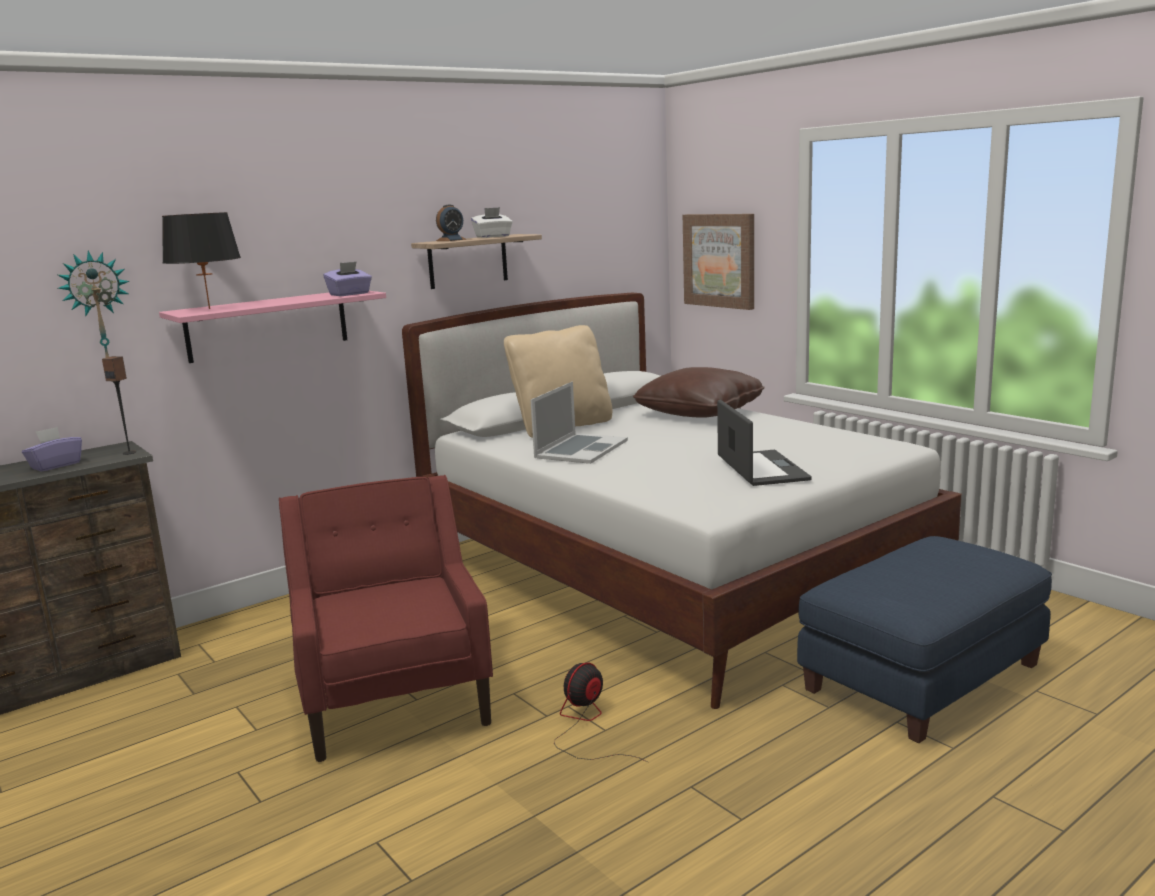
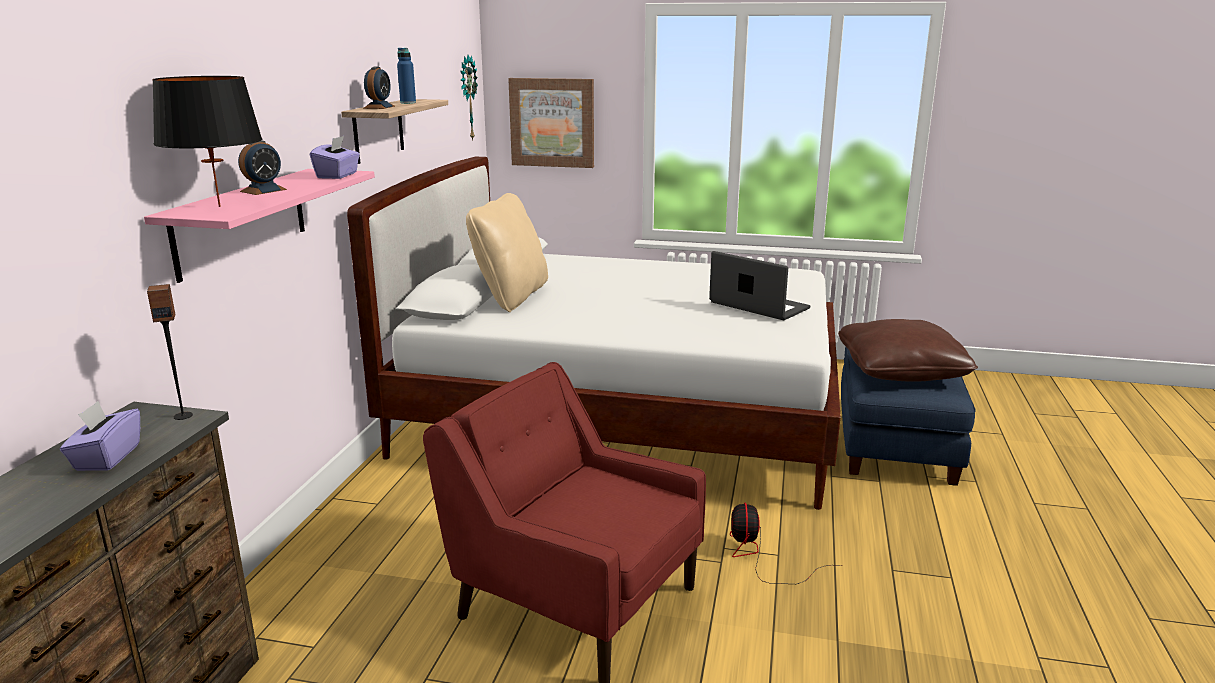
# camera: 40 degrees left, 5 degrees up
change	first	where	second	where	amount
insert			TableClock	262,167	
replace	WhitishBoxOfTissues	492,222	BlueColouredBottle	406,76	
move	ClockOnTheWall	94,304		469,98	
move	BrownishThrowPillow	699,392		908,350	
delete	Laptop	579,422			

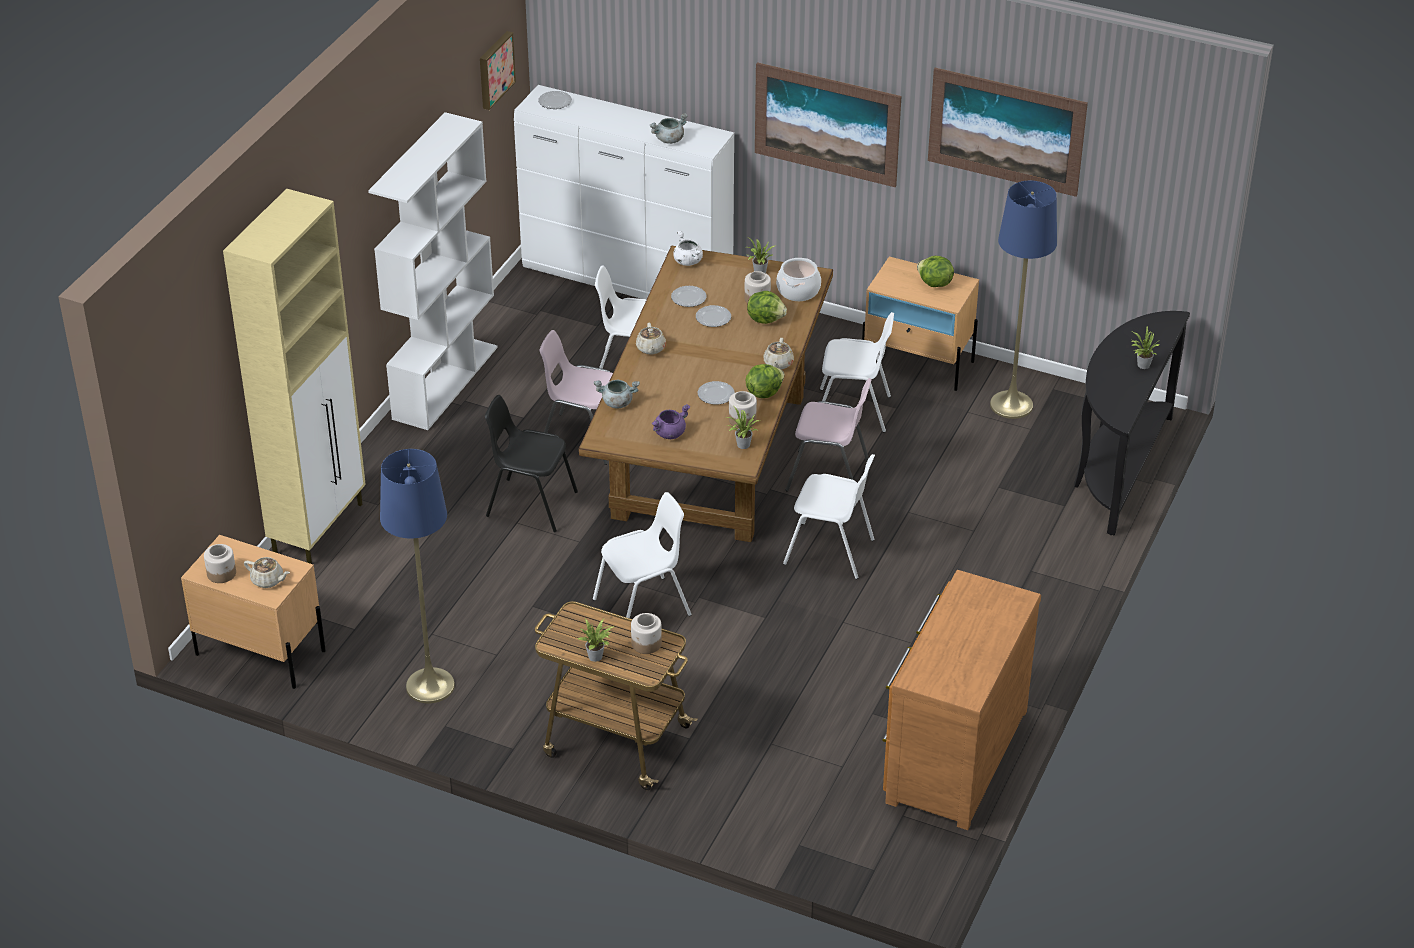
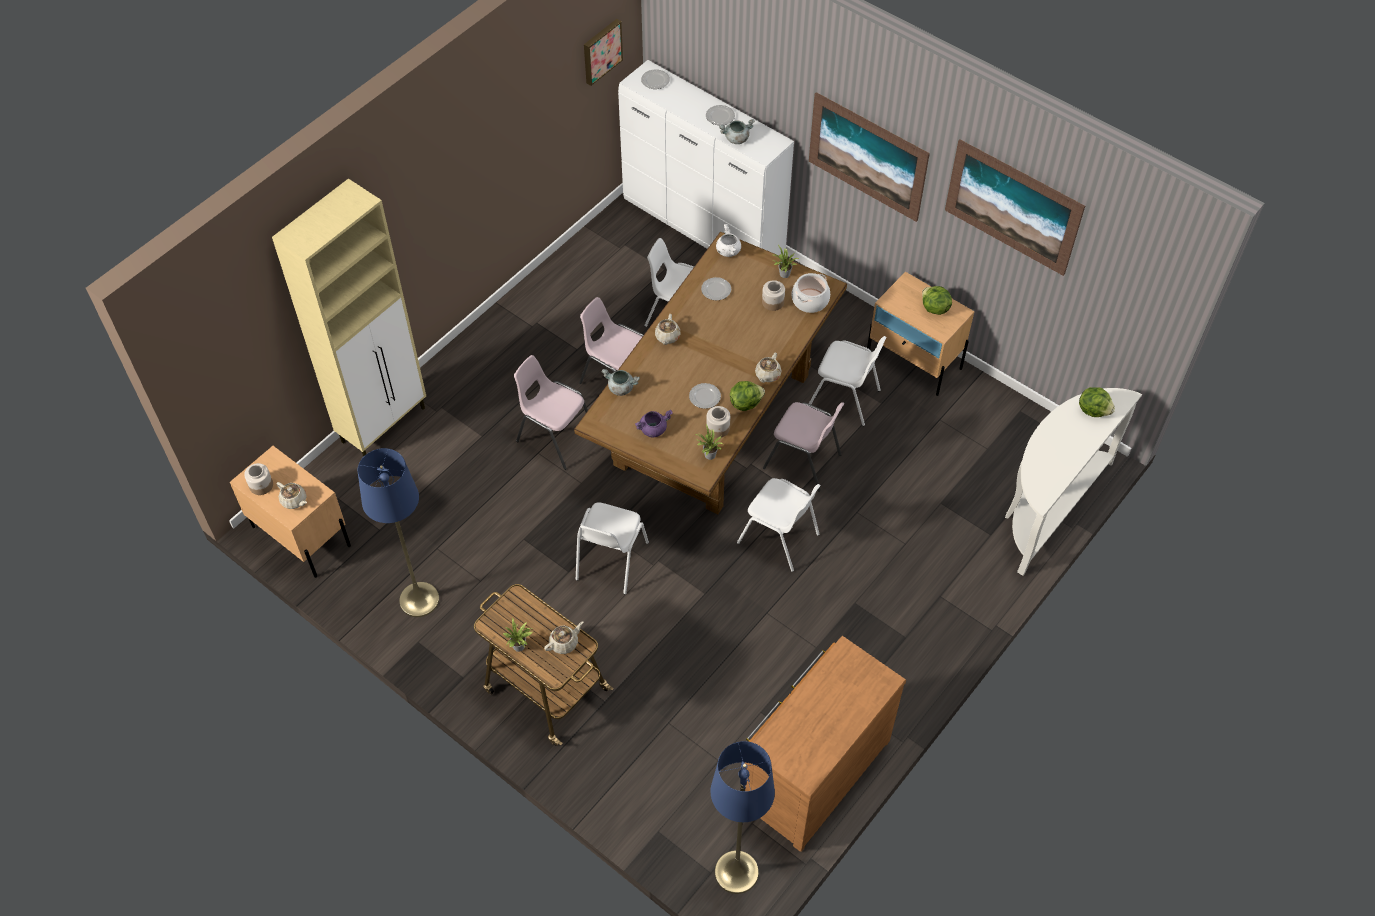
# camera: 15 degrees right, 15 degrees up
change	first	where	second	where	amount
recolor	BlackUprightChair	531,464	PinkishUprightChair	551,412	
replace	PreserveJar	646,633	BeigeColouredTeapot	563,637	
rotate	WhitishUprightChair	642,555		612,548	120 degrees clockwise
move	Plate	713,316		720,115	
move	BlueColouredStandingLamp	1023,300		743,817	
recolor	BlackConsoleTable	1132,423	WhitishConsoleTable	1073,482	
move	Lettuce	767,307		1097,402	
delete	WhitishShelvingUnit	433,271			
delete	Houseplant	1146,348			

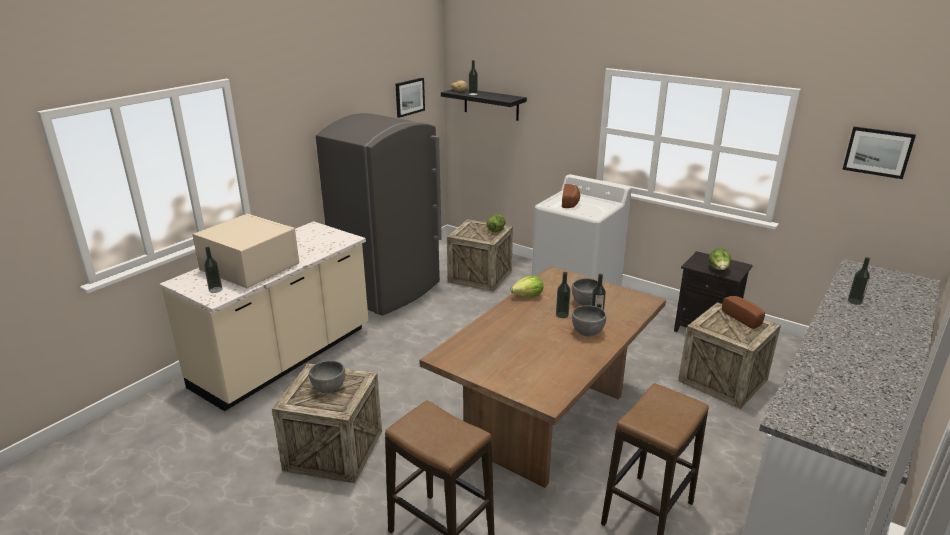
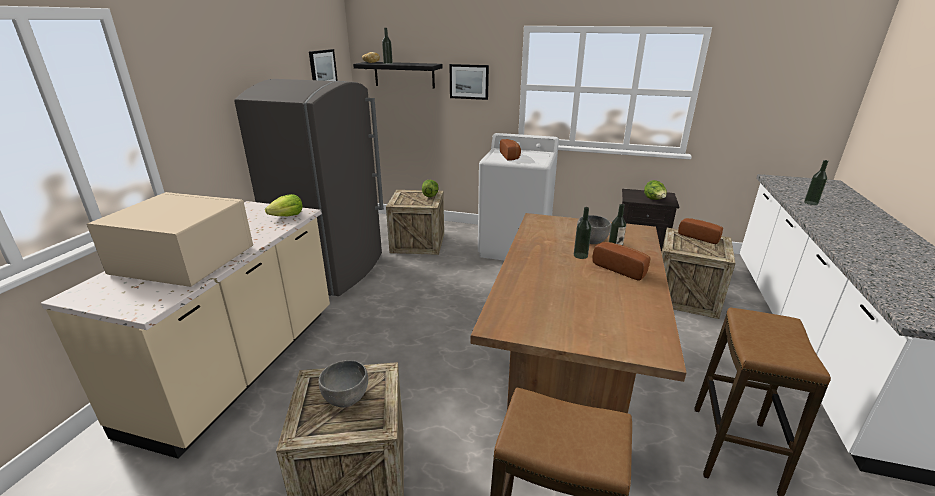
# camera: 20 degrees left, 0 degrees up
change	first	where	second	where	amount
move	Lettuce	527,286		284,205	
move	WallArt	879,153		469,82	
replace	GreyServingBowl	589,320	Bread	621,261	
delete	Bottle	213,269			

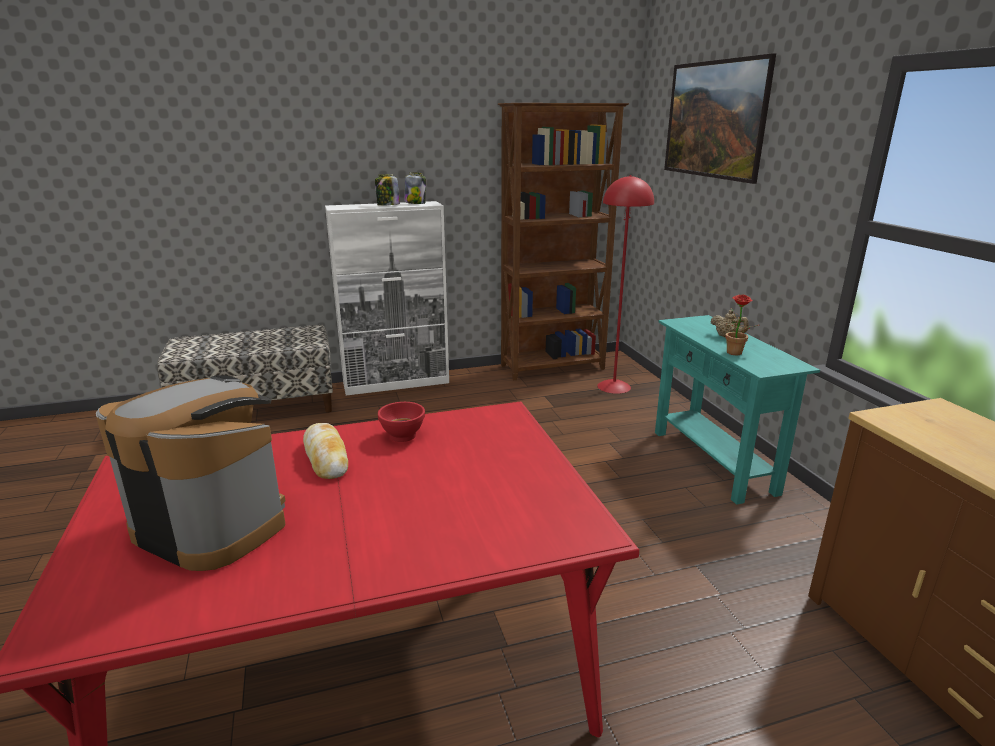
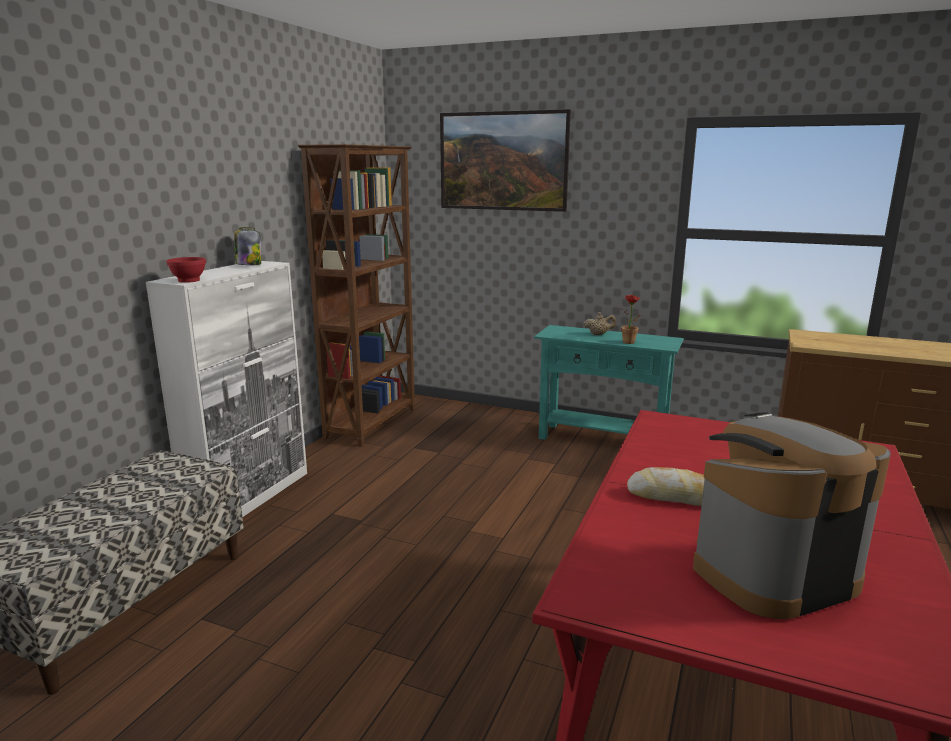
# camera: 50 degrees left, 5 degrees down
change	first	where	second	where	amount
move	ReddishServingBowl	401,422		186,270	
delete	PreserveJar	387,190			
delete	ReddishStandingLamp	625,284			

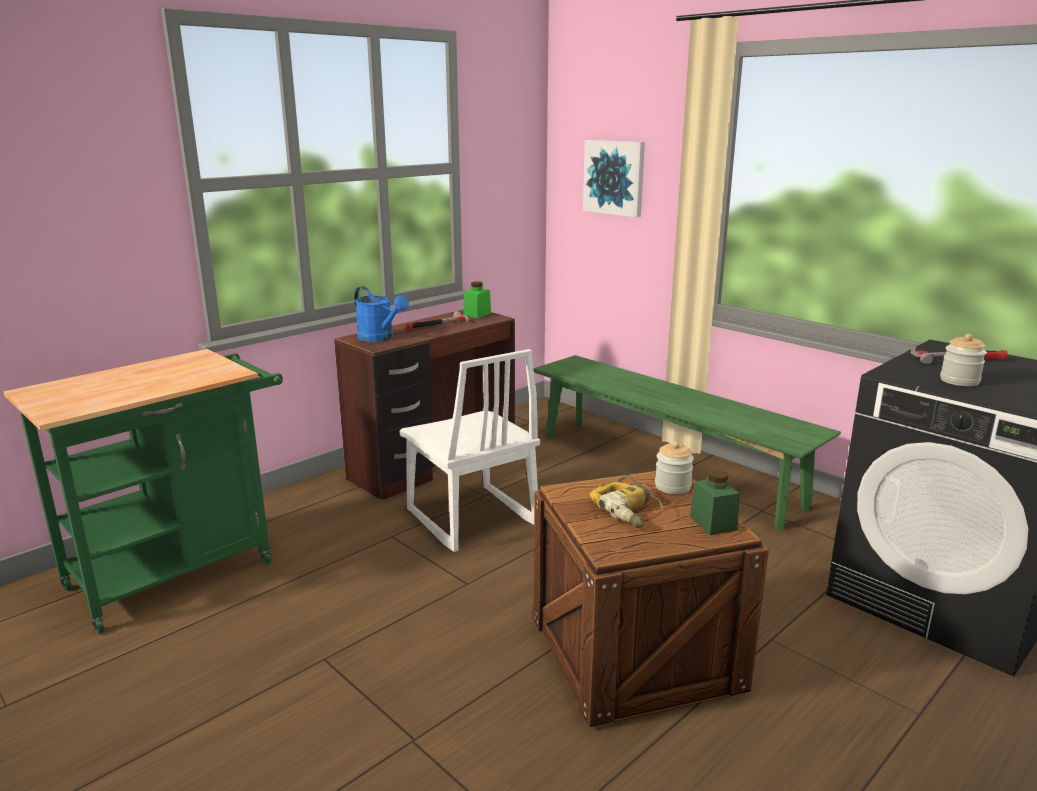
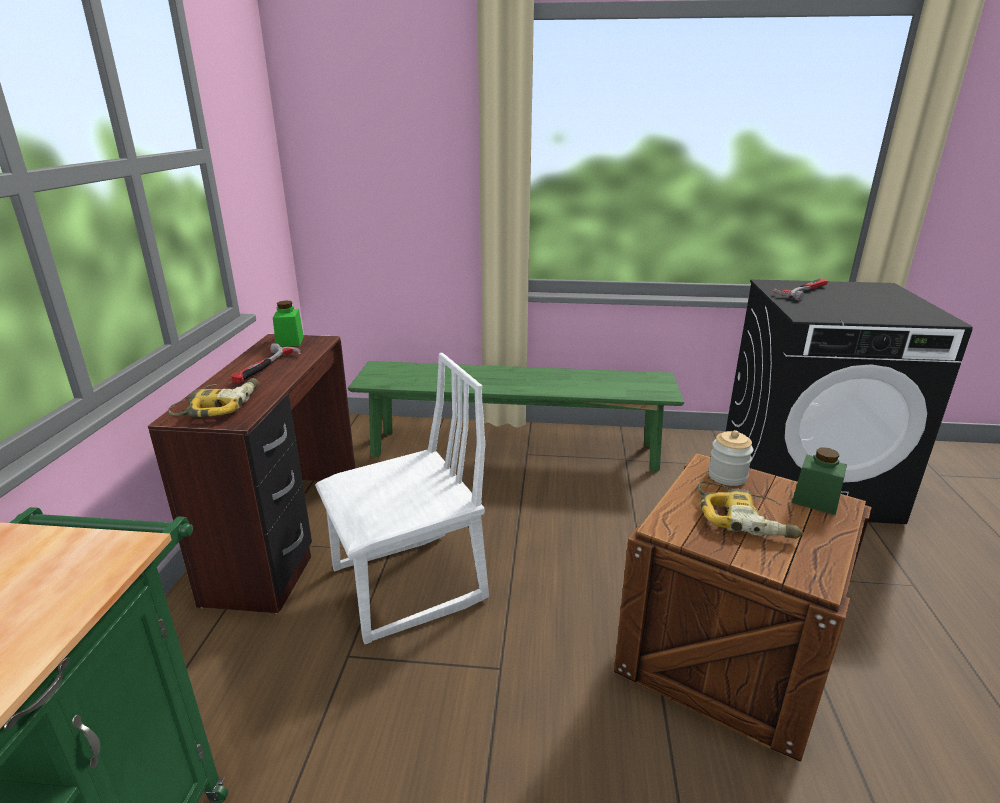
# camera: 40 degrees left, 5 degrees up
change	first	where	second	where	amount
replace	BlueColouredWateringCan	381,314	PowerDrill	213,397	
rotate	WhitishUprightChair	469,450		402,498	45 degrees counterclockwise
delete	WallArt	614,178			
delete	PreserveJar	963,360			

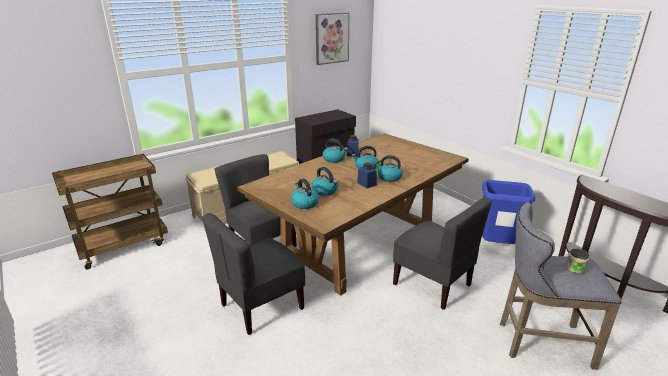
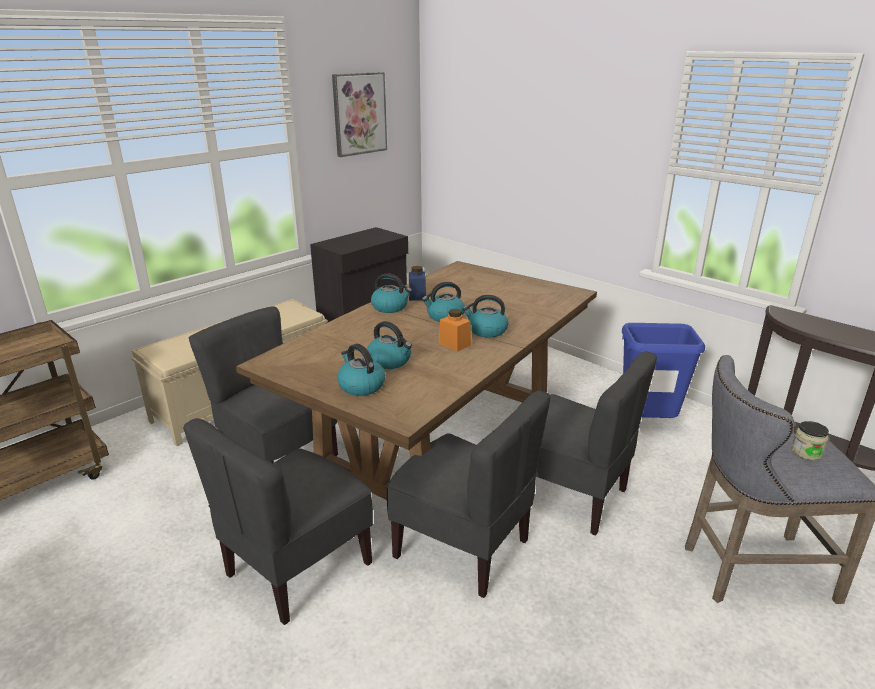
# camera: 10 degrees left, 0 degrees up
change	first	where	second	where	amount
insert			GreyUprightChair	468,494	
recolor	BlueColouredPreserveJar	367,175	OrangeColouredPreserveJar	455,330	

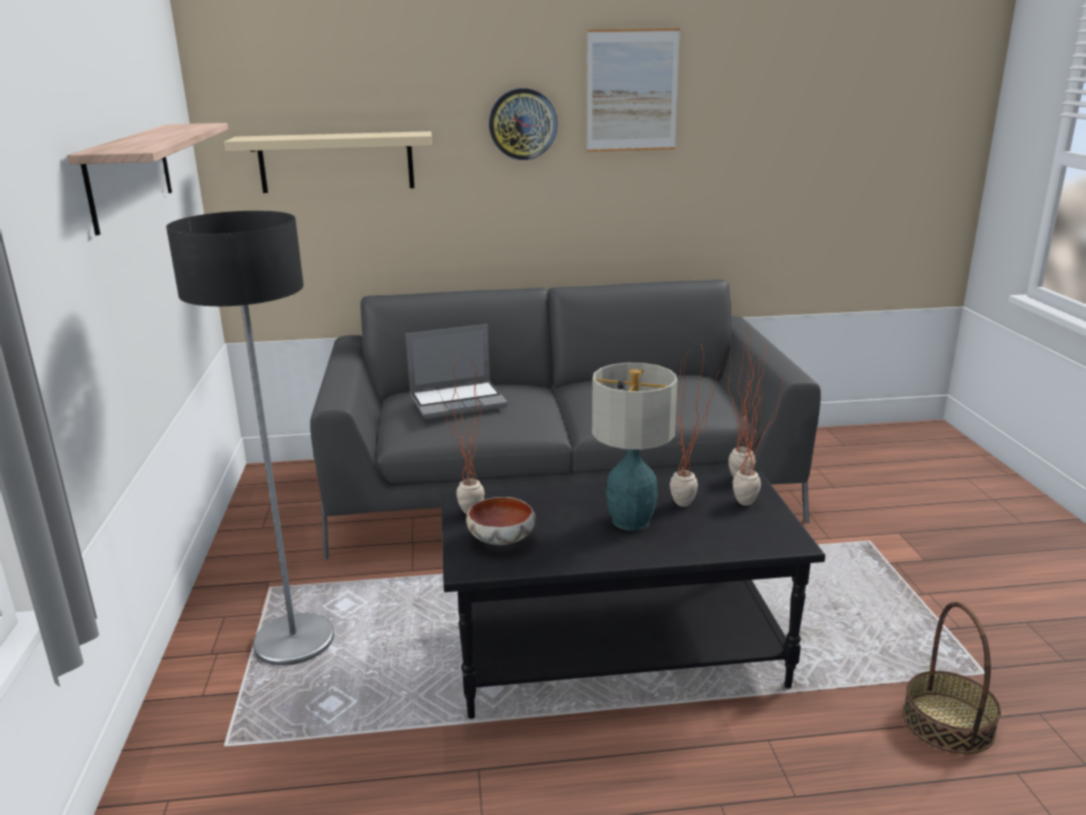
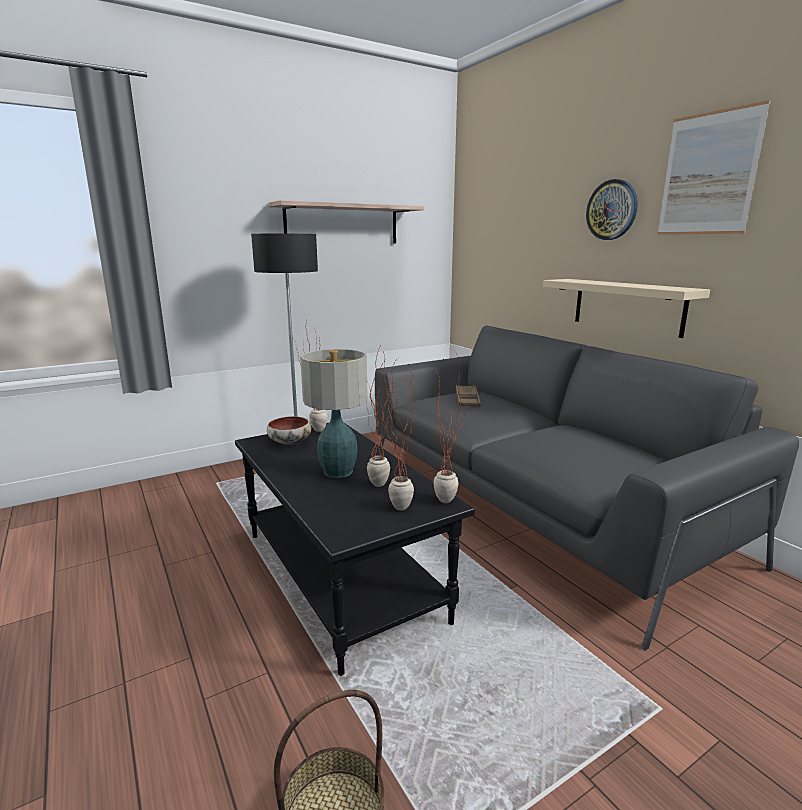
# camera: 65 degrees right, 5 degrees down
change	first	where	second	where	amount
replace	Laptop	457,371	BrownishCarryingTray	468,395	
move	BeigeColouredShelf	328,162		626,308	

